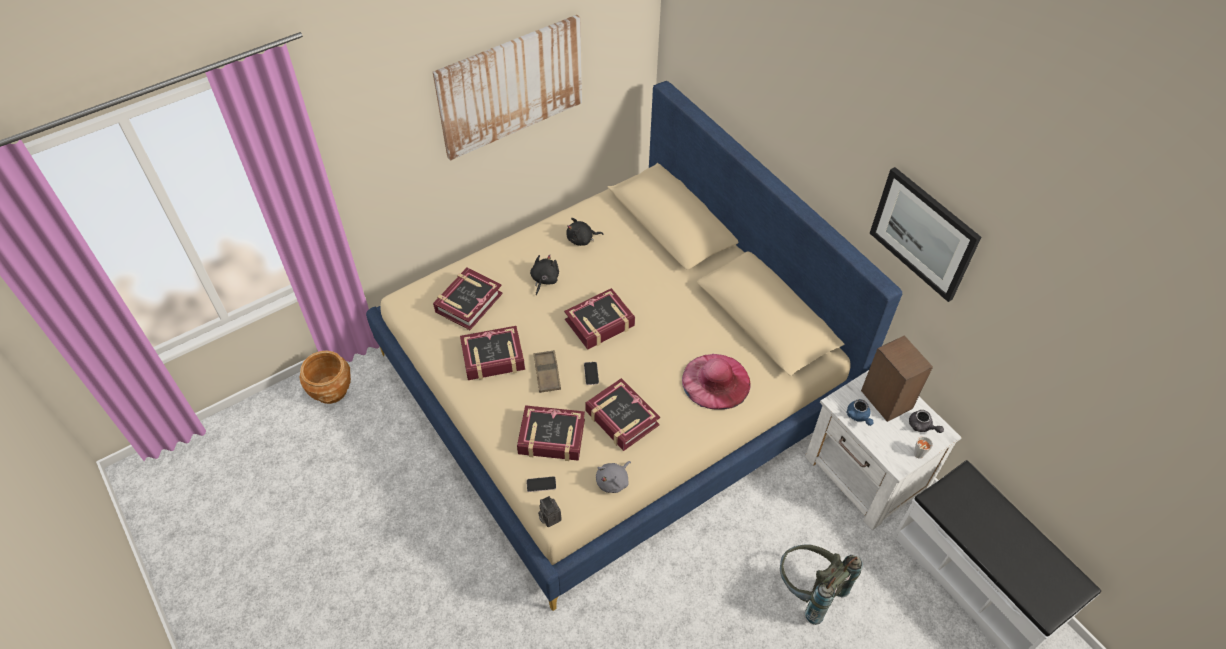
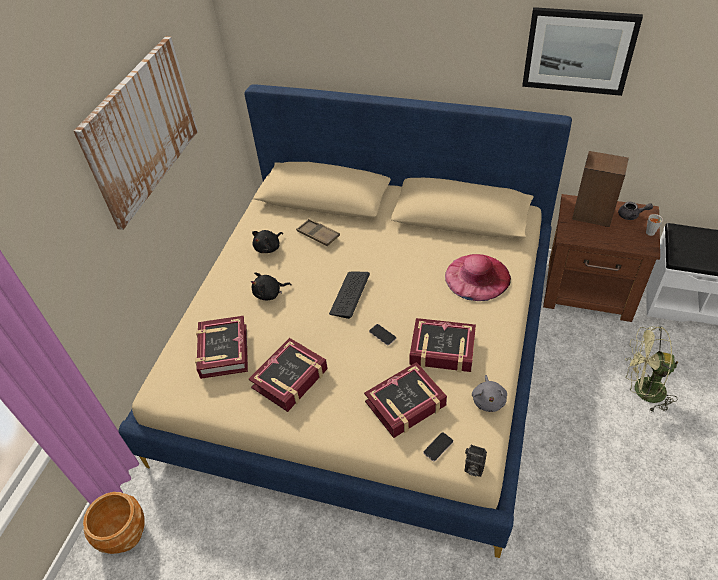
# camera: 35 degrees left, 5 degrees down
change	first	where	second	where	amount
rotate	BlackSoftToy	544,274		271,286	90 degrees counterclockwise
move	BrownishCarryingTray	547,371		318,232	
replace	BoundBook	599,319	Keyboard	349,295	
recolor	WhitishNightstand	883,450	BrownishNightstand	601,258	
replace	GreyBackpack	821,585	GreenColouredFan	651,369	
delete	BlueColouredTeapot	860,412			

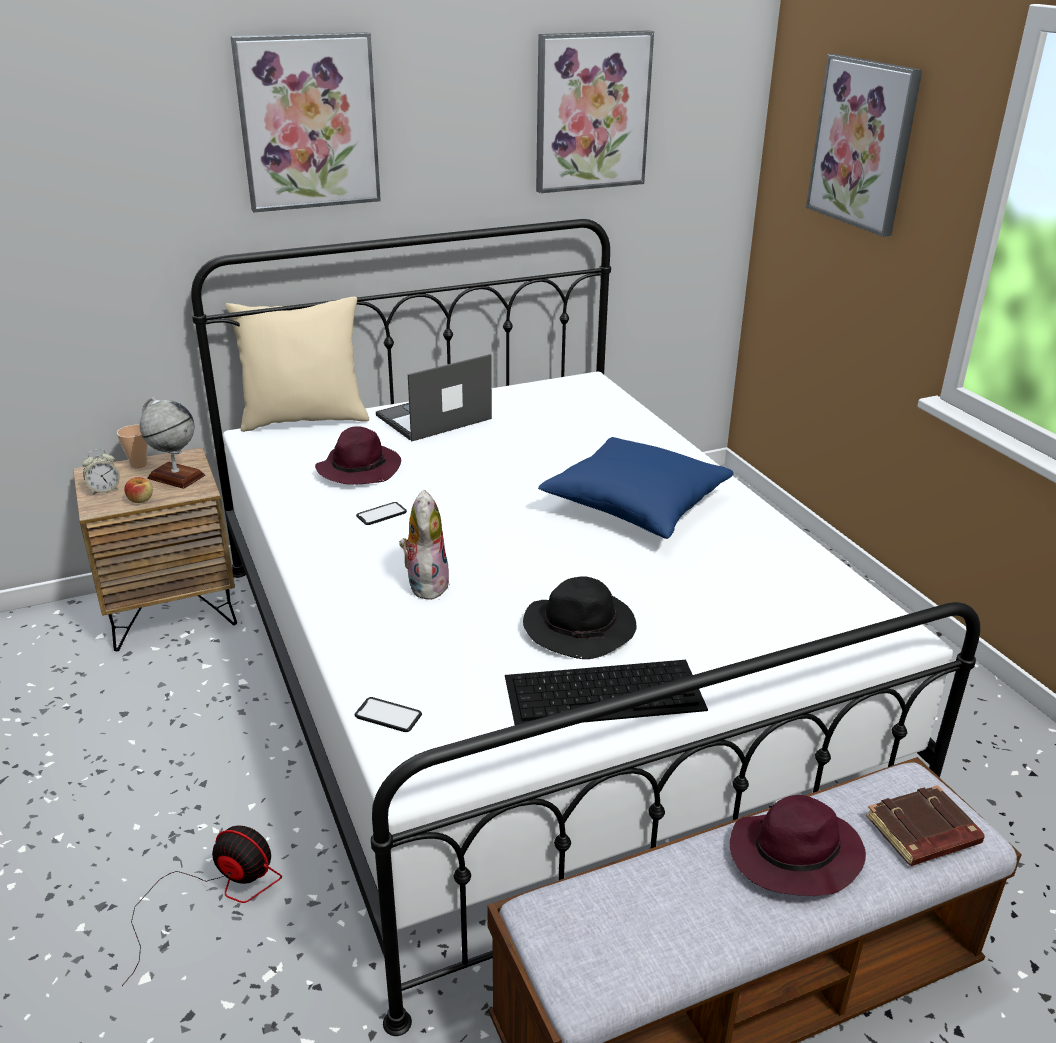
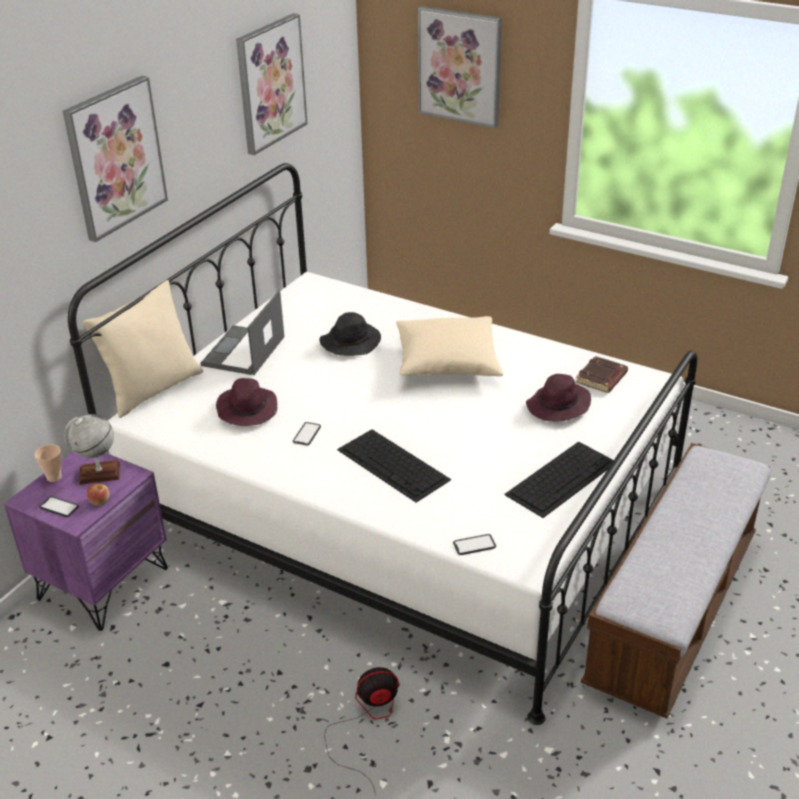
# camera: 35 degrees left, 5 degrees up
change	first	where	second	where	amount
recolor	BrownishNightstand	155,549	PurpleColouredNightstand	86,541	
replace	TableClock	101,472	Telephone	59,506	
move	BlackClothingHat	579,617		350,334	
replace	SoftToy	424,545	Keyboard	394,466	
recolor	BlueColouredThrowPillow	636,488	BeigeColouredThrowPillow	449,346	
move	PurpleColouredClothingHat	798,845		558,398	
move	BrownishBoundBook	925,825		602,374	

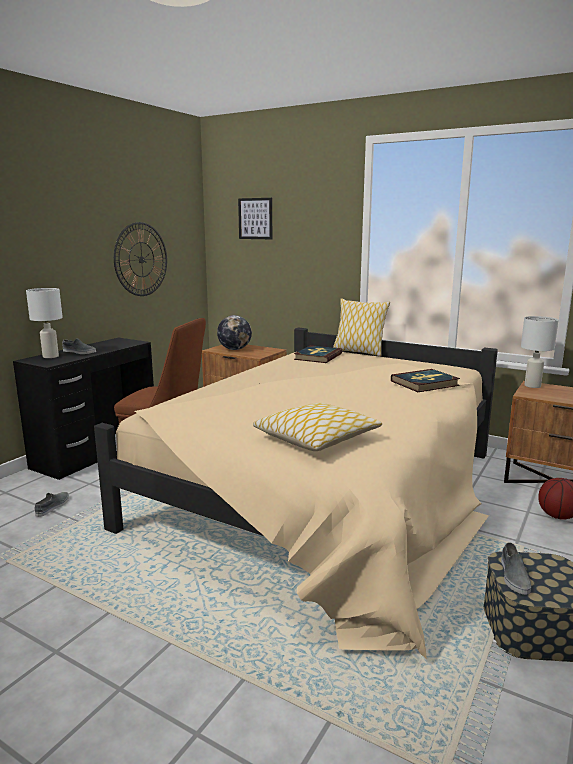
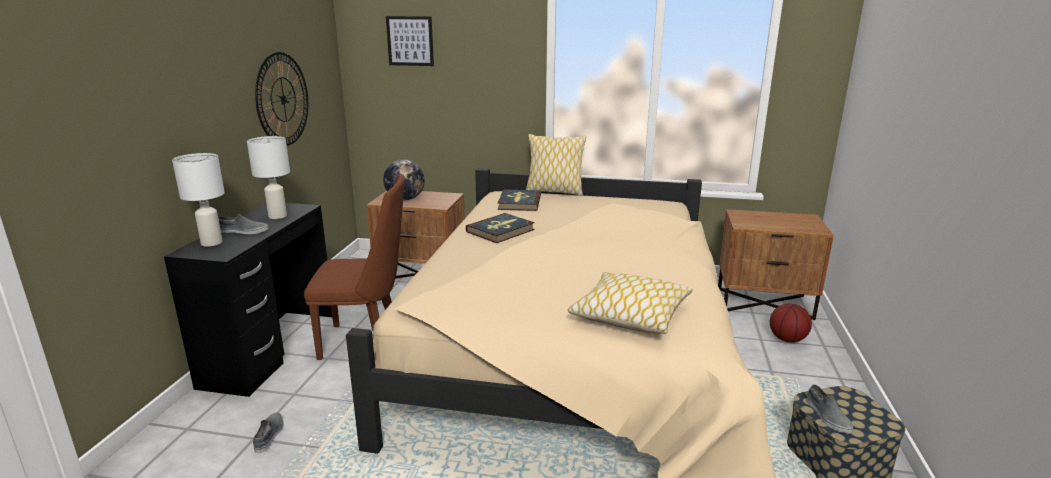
# camera: 20 degrees left, 5 degrees up
change	first	where	second	where	amount
move	WhitishTableLamp	540,352		268,177	
move	BoundBook	425,380		500,228	

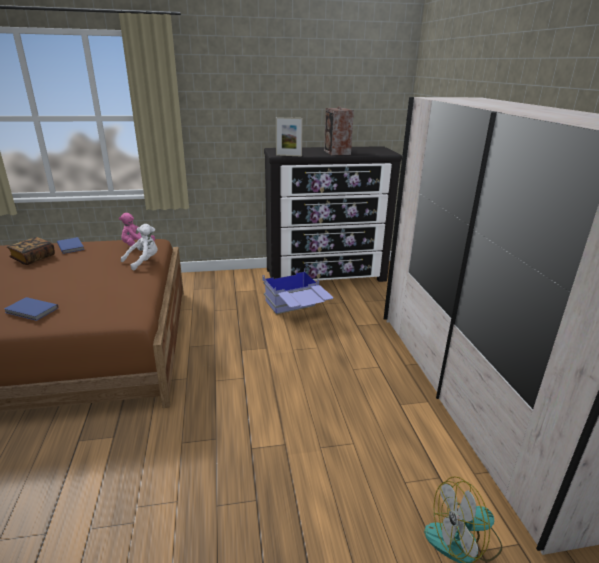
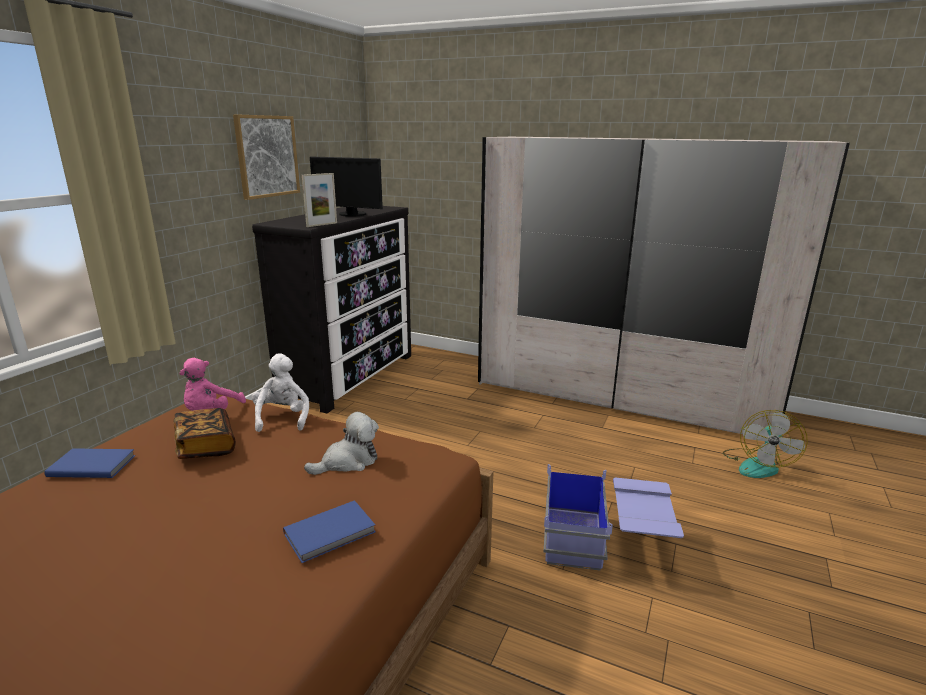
# camera: 55 degrees left, 5 degrees down
change	first	where	second	where	amount
move	BoundBook	31,251		204,433	
insert			WallArt	266,157	
insert			SoftToy	341,443	
replace	AudioSpeaker	339,130	ComputerDisplay	346,186	
move	BlueColouredStorageBin	297,291		614,517	

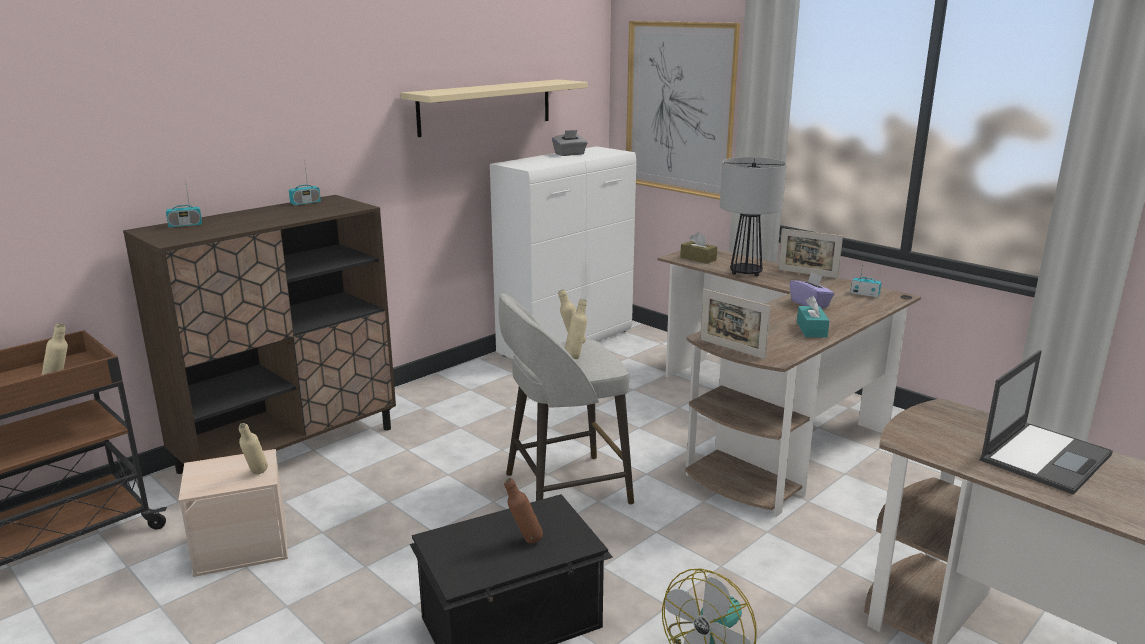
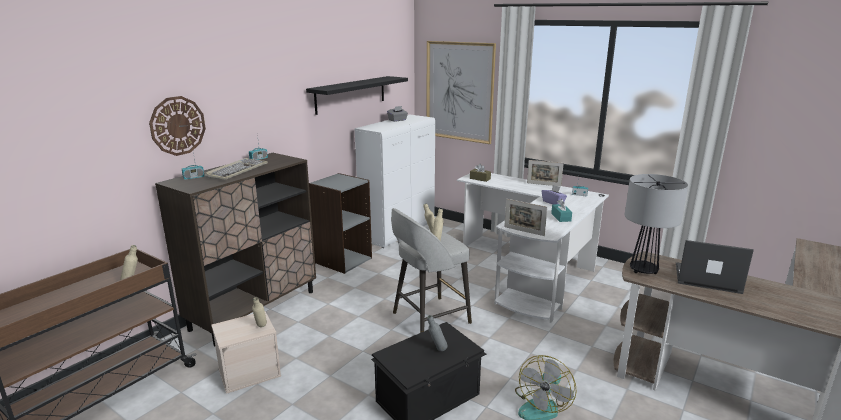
# camera: 10 degrees left, 0 degrees up
change	first	where	second	where	amount
insert			ClockOnTheWall	177,126	
insert			Keyboard	236,169	
recolor	BeigeColouredShelf	494,108	BlackShelf	357,95	
insert			GreyShelvingUnit	340,223	
recolor	BrownishBottle	523,511	GreyBottle	437,333	
recolor	BrownishDesk	789,383	WhitishDesk	533,248	
move	TableLamp	753,216		656,224	
rotate	Laptop	1046,422		715,267	105 degrees counterclockwise

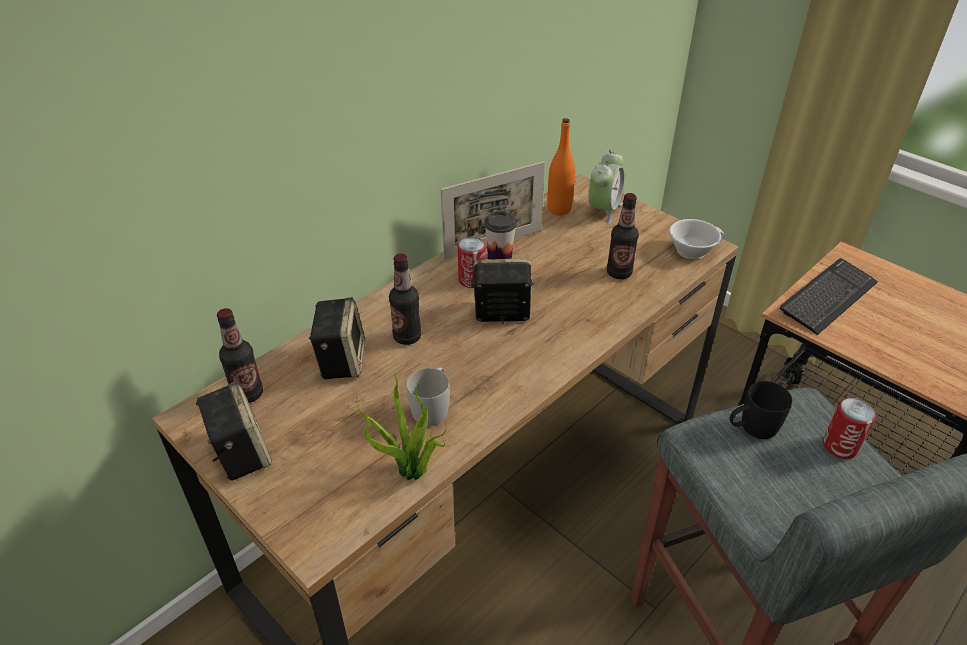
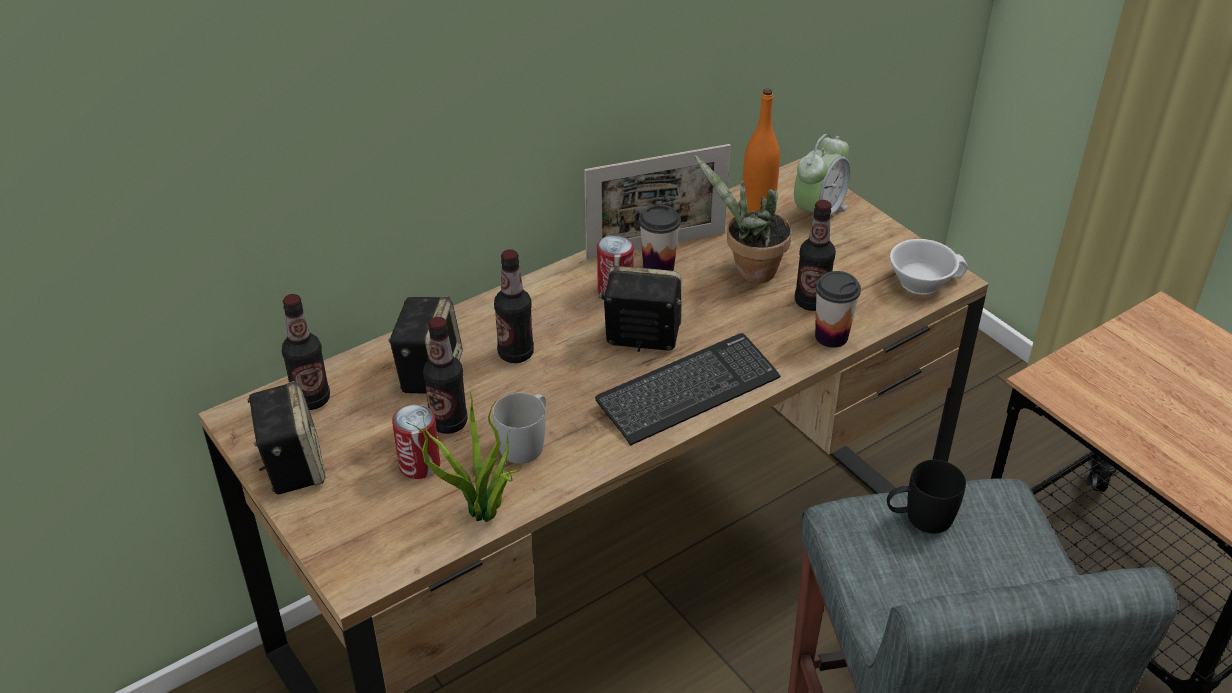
# camera: 10 degrees right, 0 degrees up
change	first	where	second	where	amount
move	MetalCan	849,428		416,441	
insert			Bottle	445,375	
move	Keyboard	828,296		687,389	
insert			Houseplant	743,219	
insert			Cup	838,309	

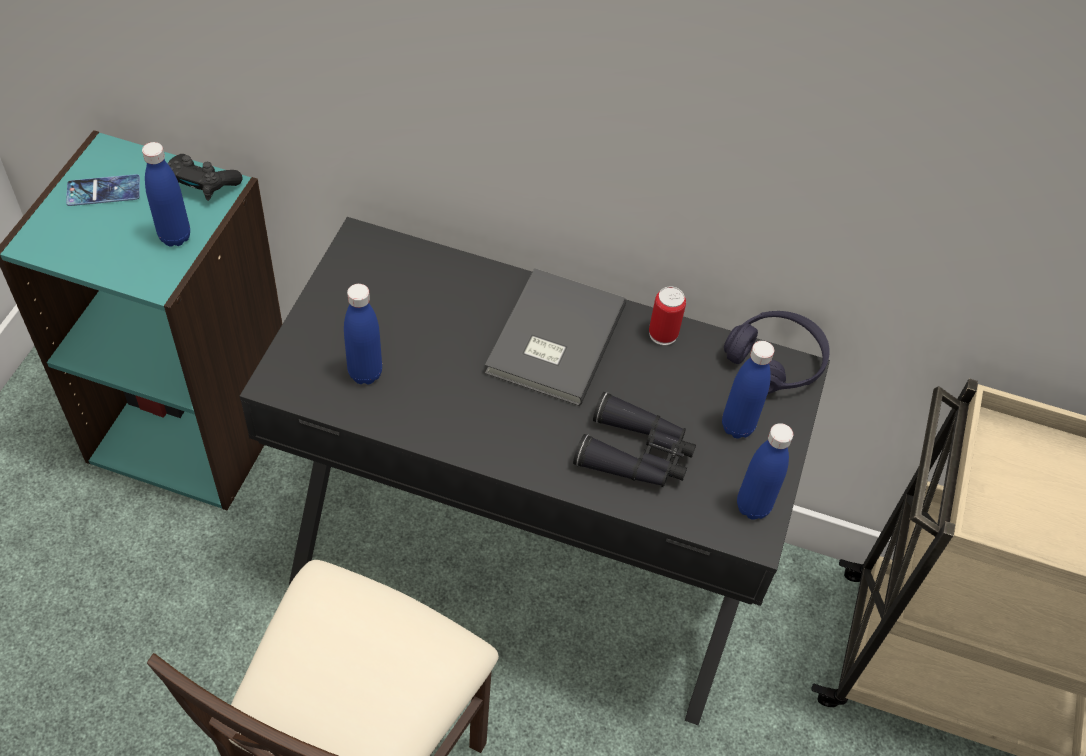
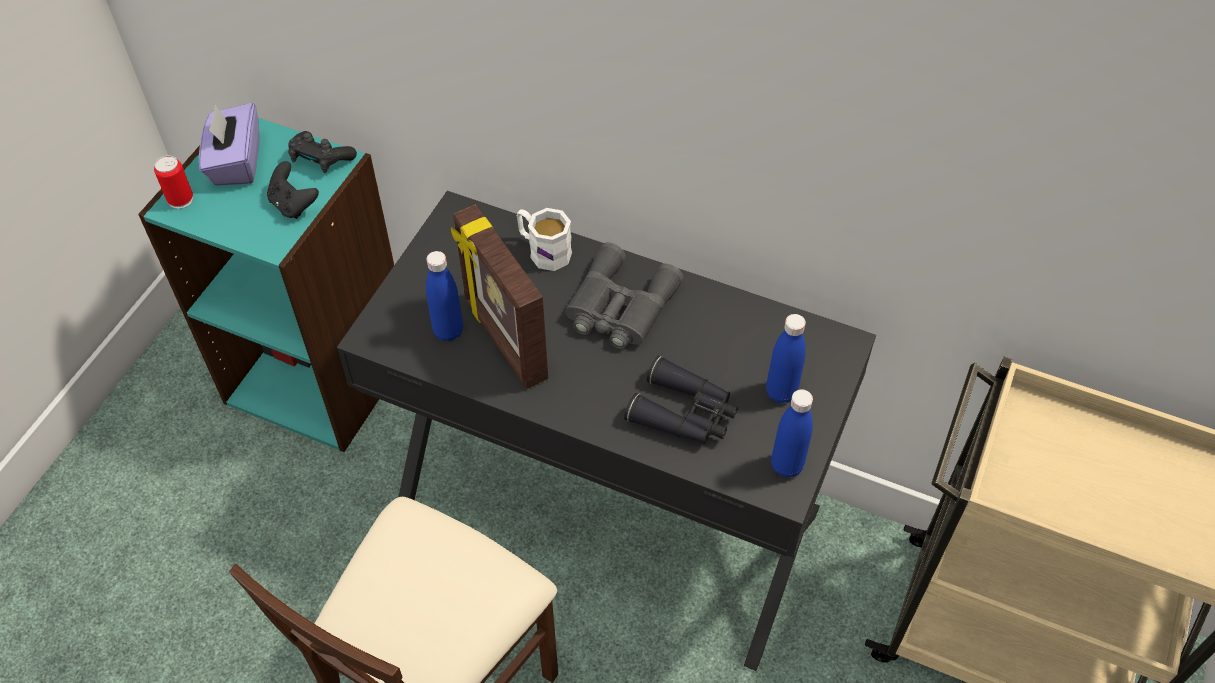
# camera: 10 degrees right, 0 degrees up
change	first	where	second	where	amount
move	MetalCan	667,315		173,182	
replace	Telephone	103,190	PurpleColouredBoxOfTissues	229,144	
replace	BlueColouredBottle	166,194	BlackGamepad	293,190	
insert			PictureFrame	499,297	
insert			WhitishMug	544,239	
replace	GreyBoundBook	555,337	GreyFieldGlasses	624,295	
delete	PurpleColouredPairOfHeadphones	777,352			

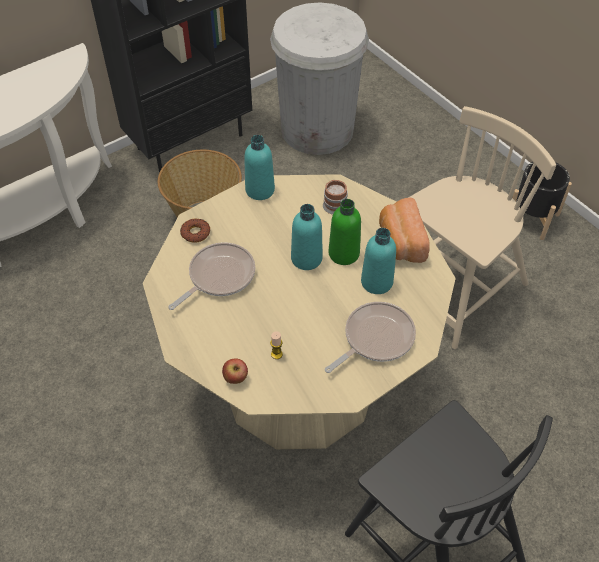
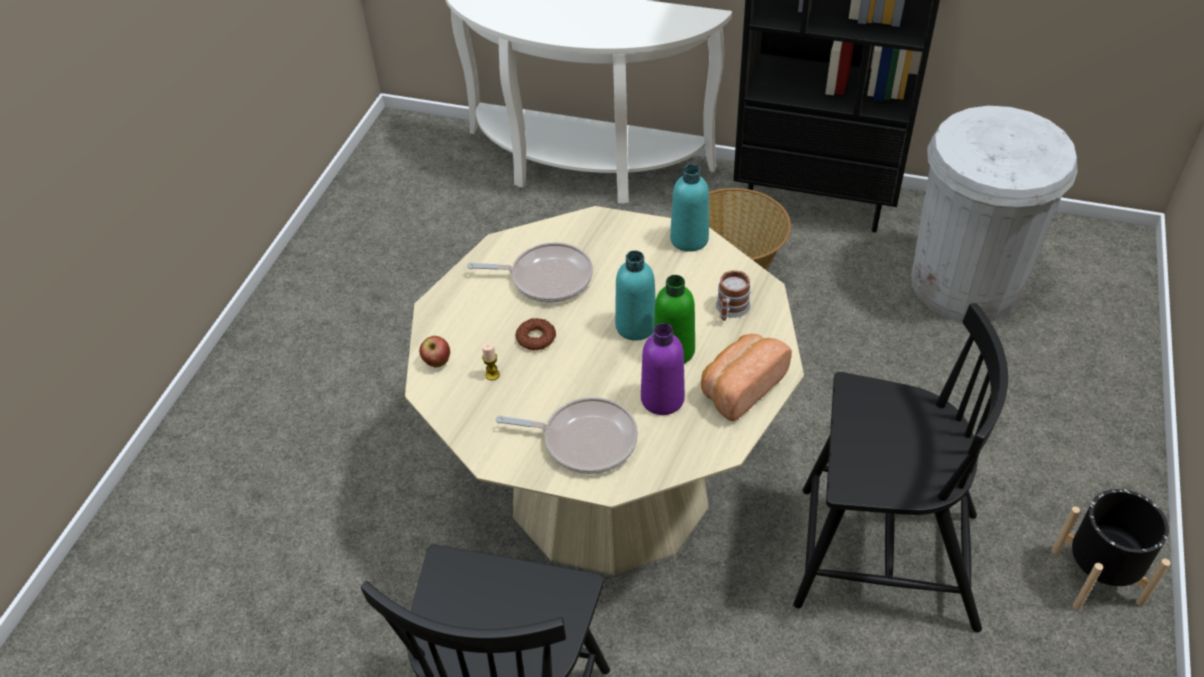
# camera: 55 degrees right, 5 degrees down
change	first	where	second	where	amount
move	RingDoughnut	195,230		535,334	
recolor	BlueGreenBottle	378,261	PurpleColouredBottle	663,369	
recolor	BeigeColouredUprightChair	482,227	BlackUprightChair	900,468	

